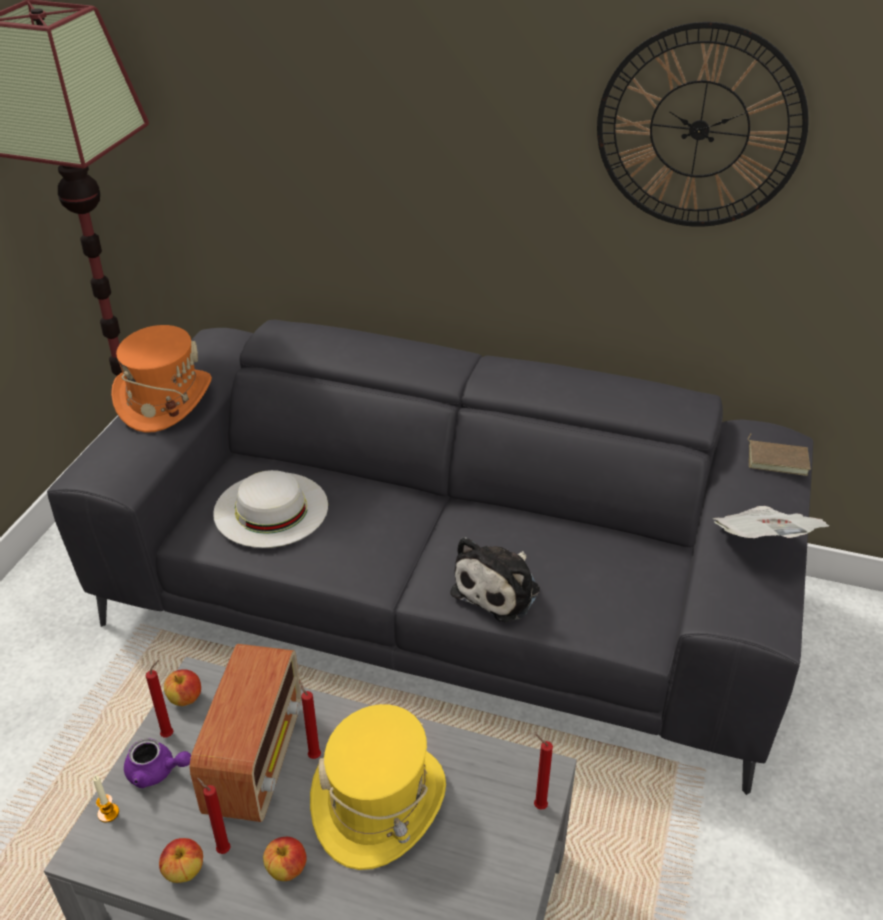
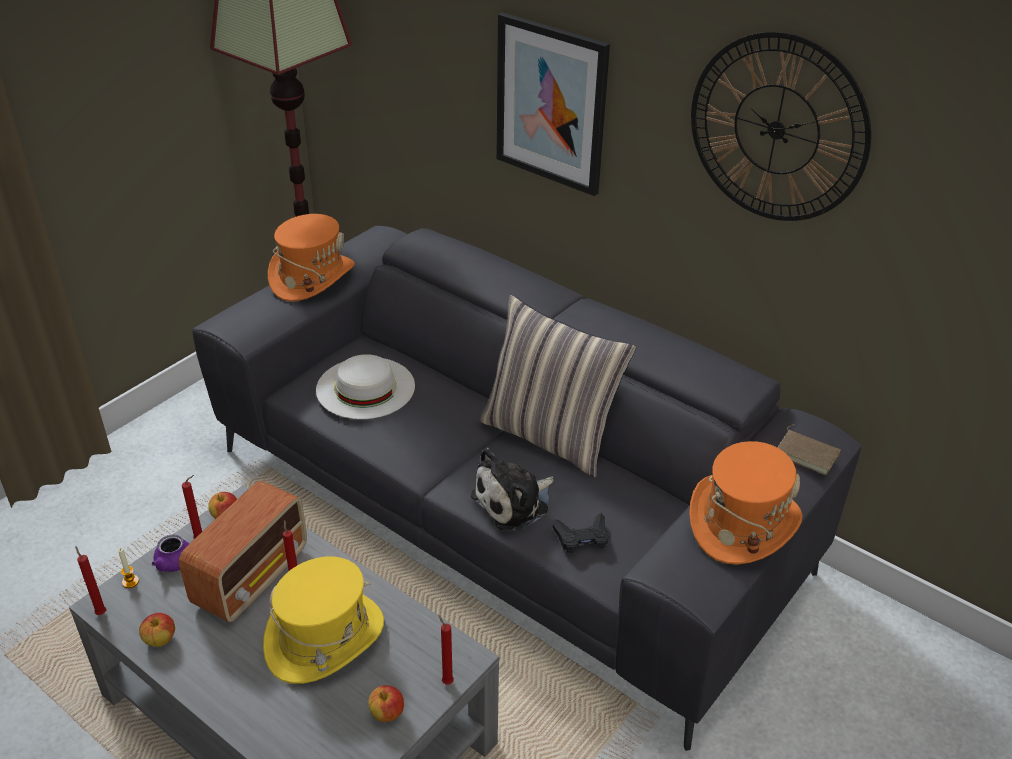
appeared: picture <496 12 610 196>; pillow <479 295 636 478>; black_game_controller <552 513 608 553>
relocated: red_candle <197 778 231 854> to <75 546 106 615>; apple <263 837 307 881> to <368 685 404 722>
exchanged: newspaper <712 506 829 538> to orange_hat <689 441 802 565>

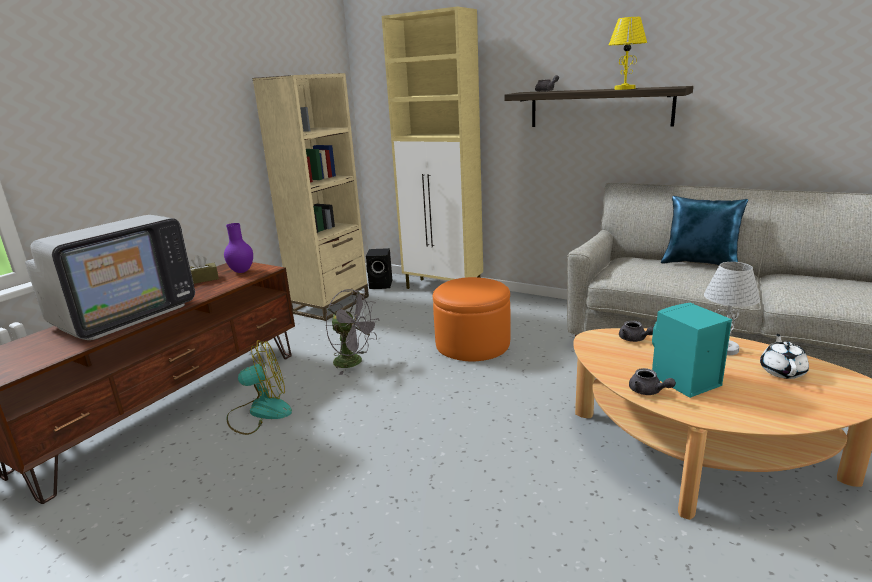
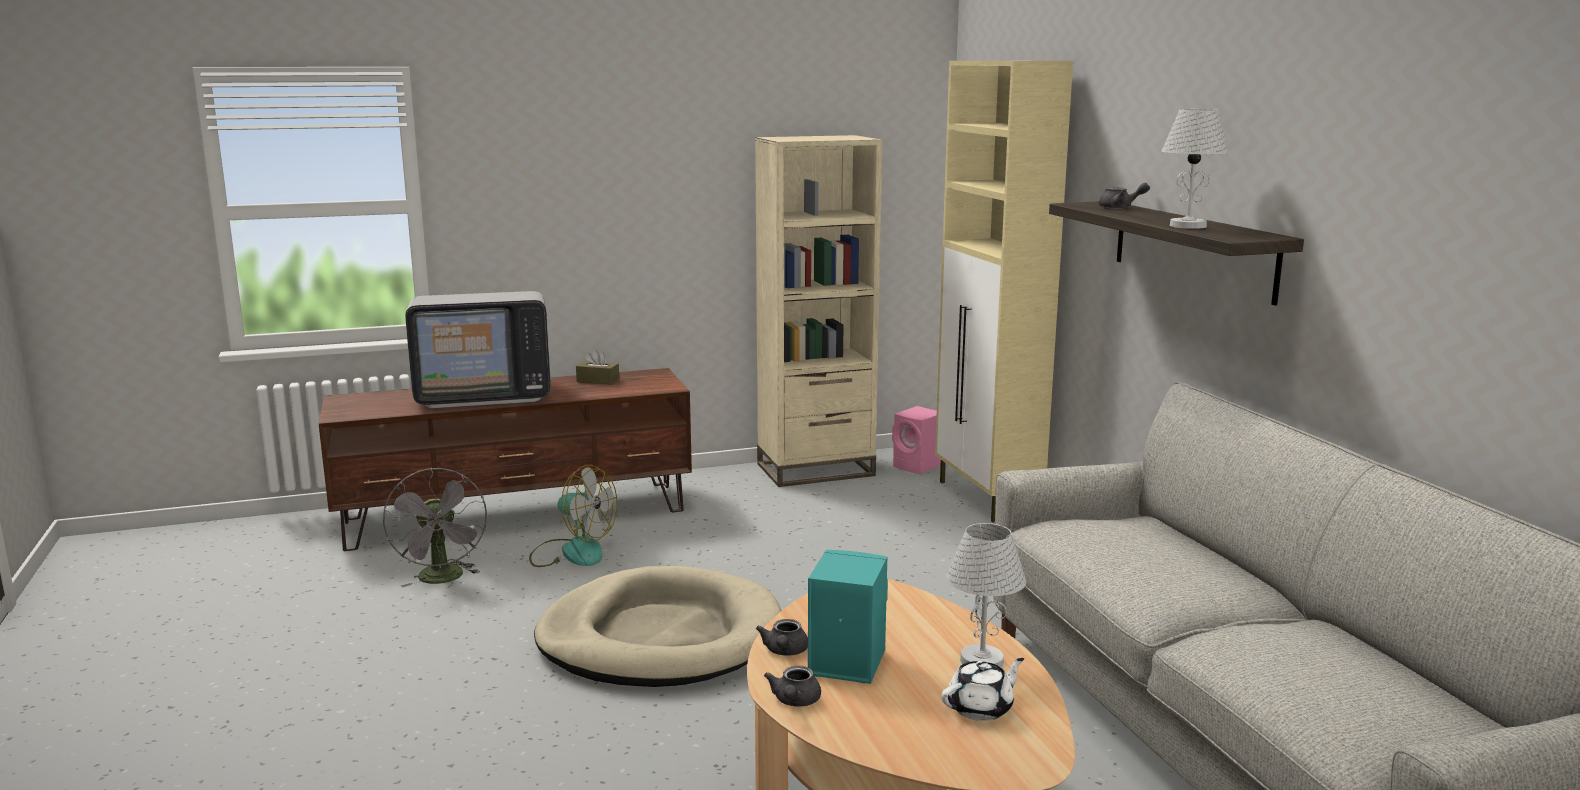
missing: blue_pillow <661 196 748 265>; purple_vase <224 223 253 273>; orange_ottoman <433 277 511 361>
appeared: beige_dog_bed <534 566 782 687>
relocated: grey_fan <326 289 380 375> to <383 468 487 587>; grey_teapot <619 320 653 342> to <764 666 821 707>
colour: yellow_table_lamp <609 17 647 90> to white_table_lamp <1162 109 1229 229>; black_speaker <366 248 392 289> to pink_speaker <892 406 941 474>

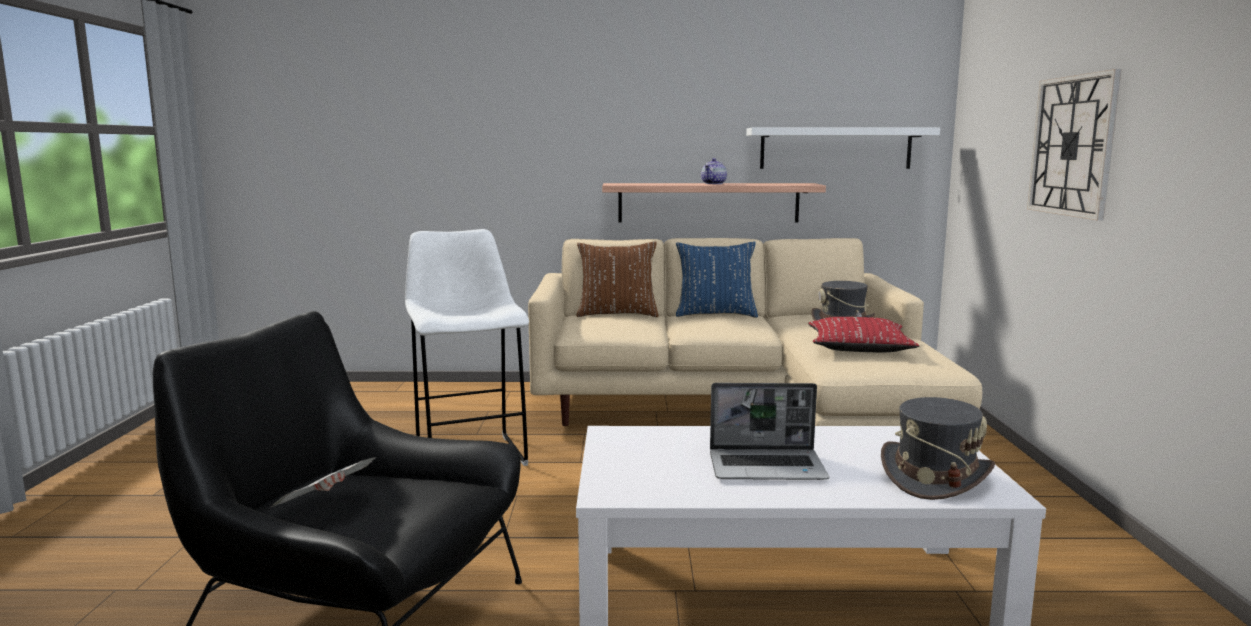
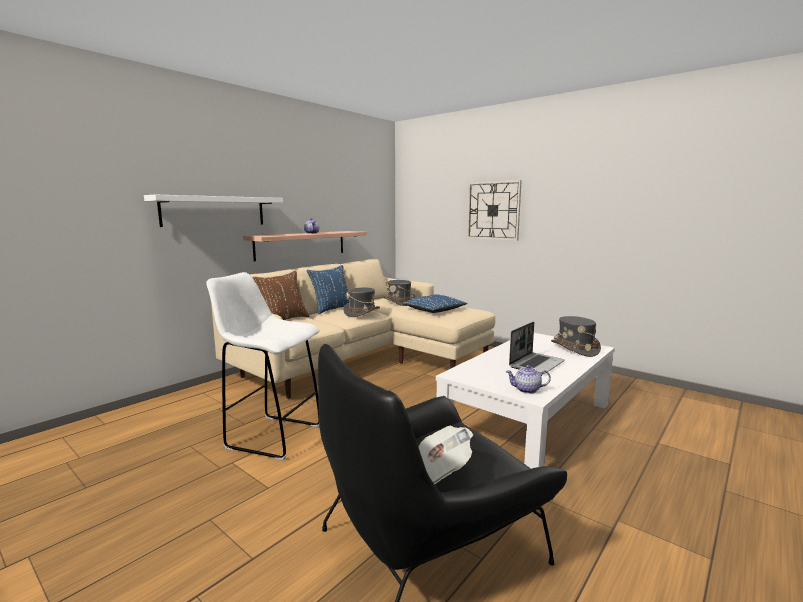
appeared: grey_hat <343 288 380 317>; teapot <506 365 551 394>
relocated: white_shelf <746 128 940 169> to <144 195 283 227>
colour: red_pillow <808 317 920 352> to blue_pillow <402 295 468 313>

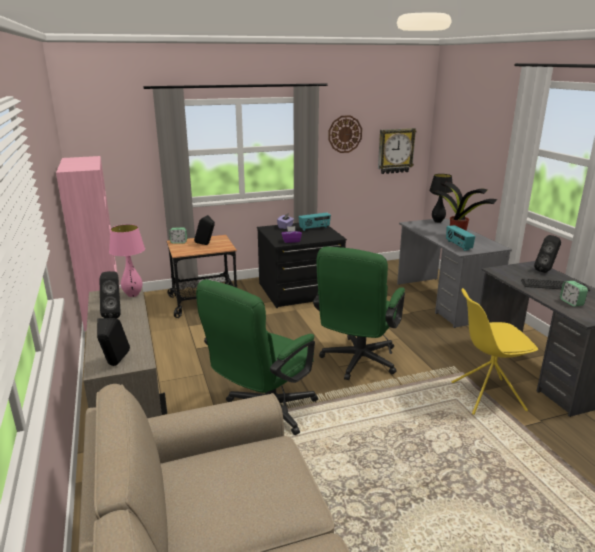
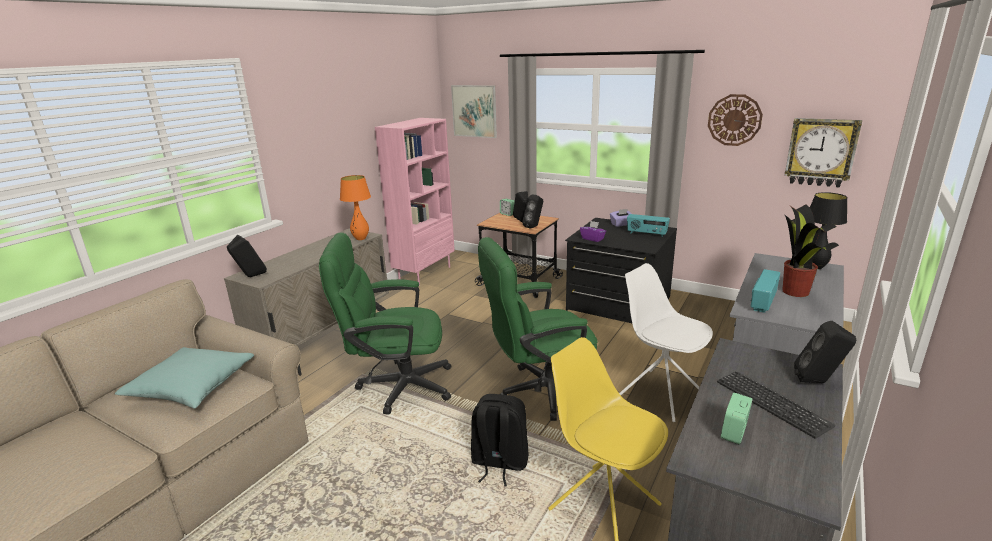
appeared: picture <451 85 497 138>; white_chair <619 263 713 422>; turquoise_pillow <115 347 254 409>; black_backpack <471 394 528 486>
relocated: black_speaker <100 271 121 319> to <522 195 543 229>
colour: pink_table_lamp <109 224 145 297> to orange_table_lamp <340 175 371 240>

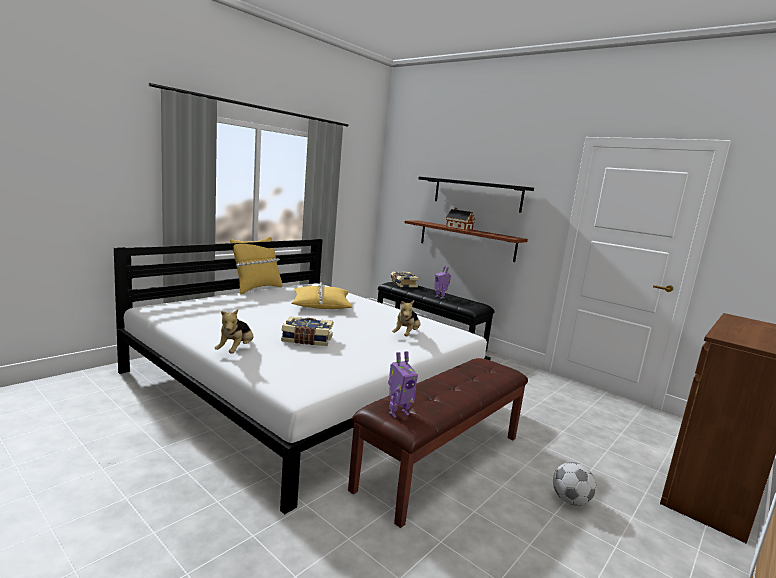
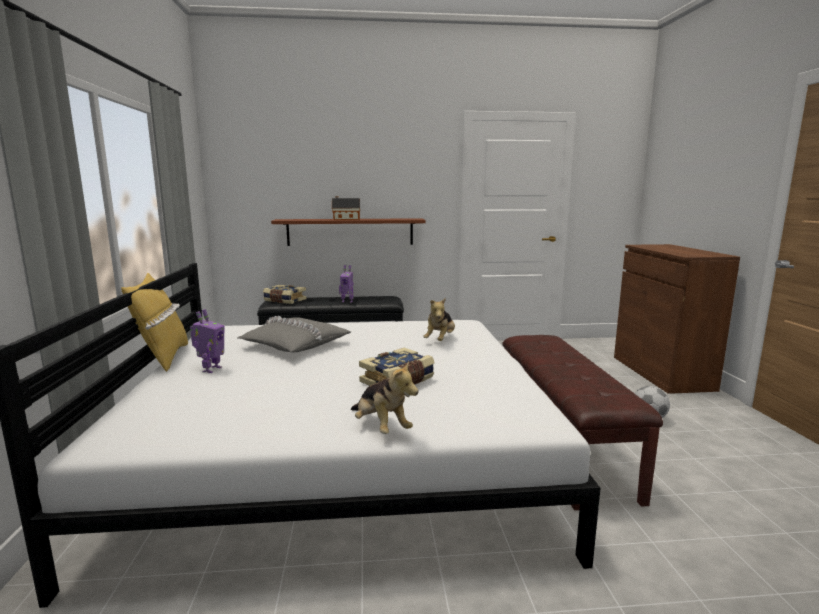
missing: black_shelf <419 177 534 213>
relocated: toy_robot <388 351 418 418> to <190 309 224 373>
colour: yellow_pillow <292 282 352 309> to grey_pillow <238 316 351 352>
spun: plush_toy <392 301 420 336> = <423 298 455 341> 45 degrees clockwise

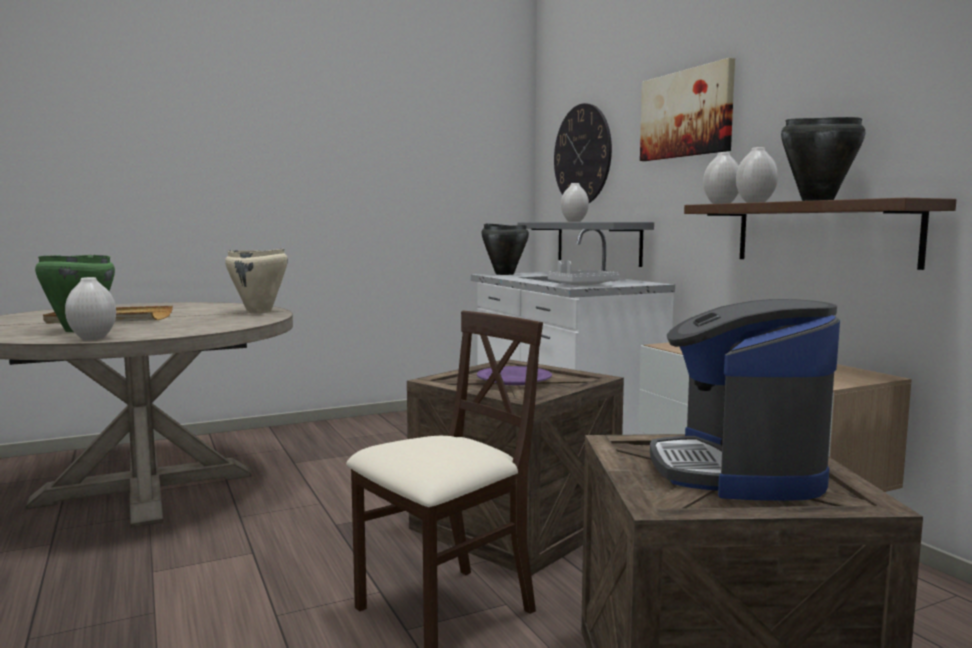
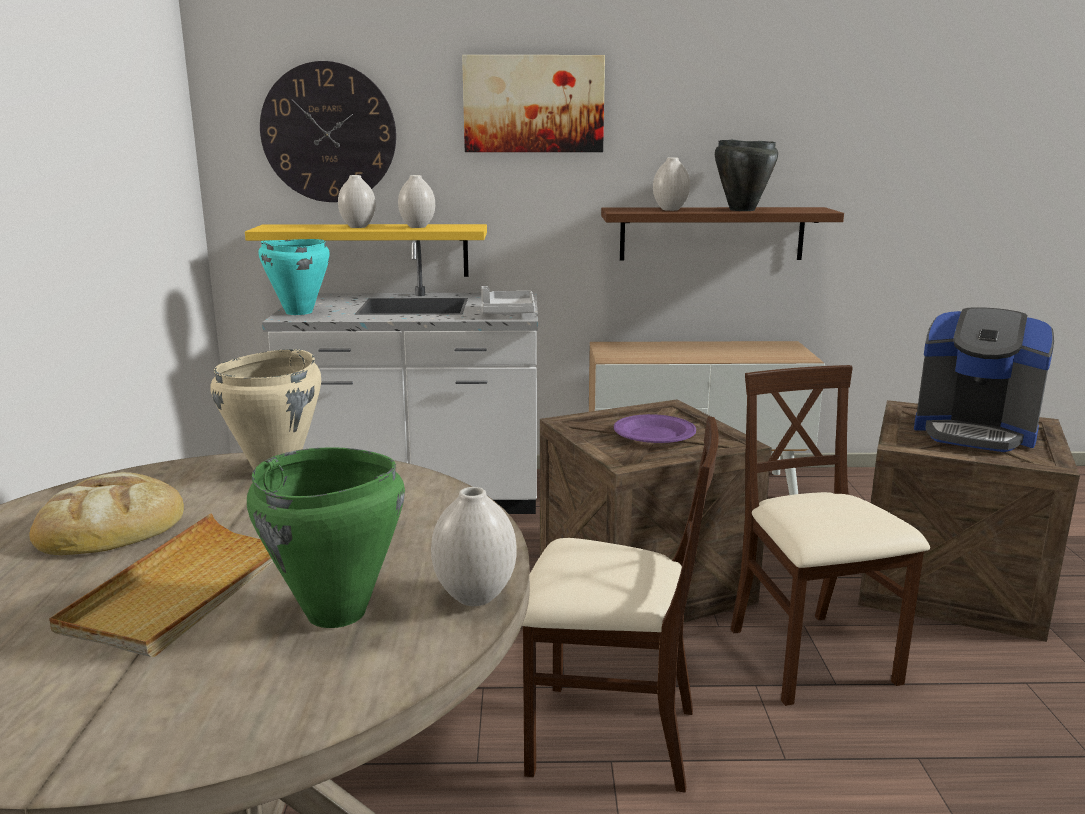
appeared: beige_chair <522 416 719 793>; bread <30 472 184 555>
relocated: white_vase <703 152 739 204> to <398 175 435 228>
colour: grey_shelf <518 222 654 267> to yellow_shelf <245 224 487 277>; black_cooking_pot <482 223 529 275> to turquoise_cooking_pot <258 239 330 315>

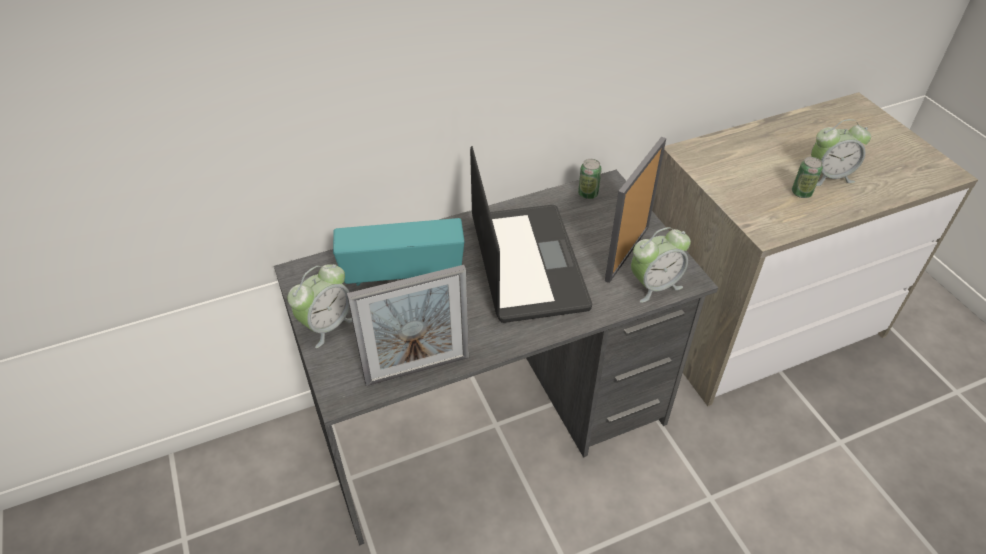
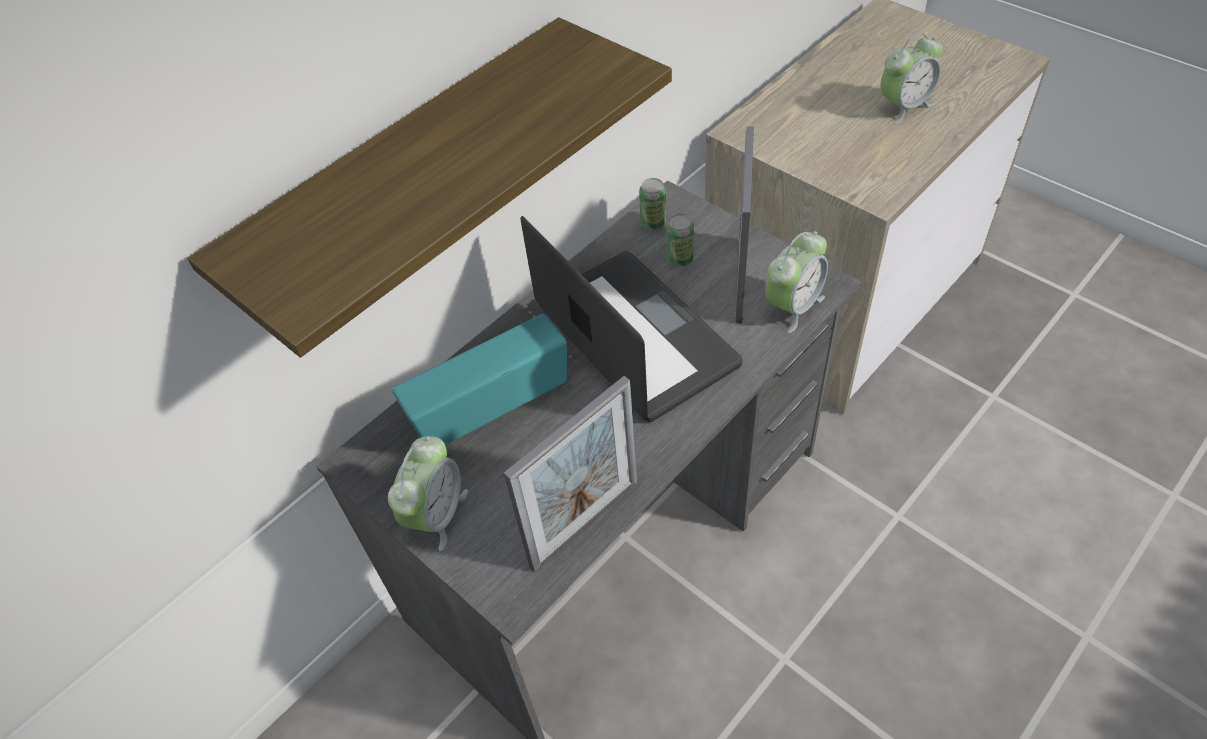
appeared: shelf <187 17 672 358>
relocated: can <792 157 823 198> to <666 214 694 267>

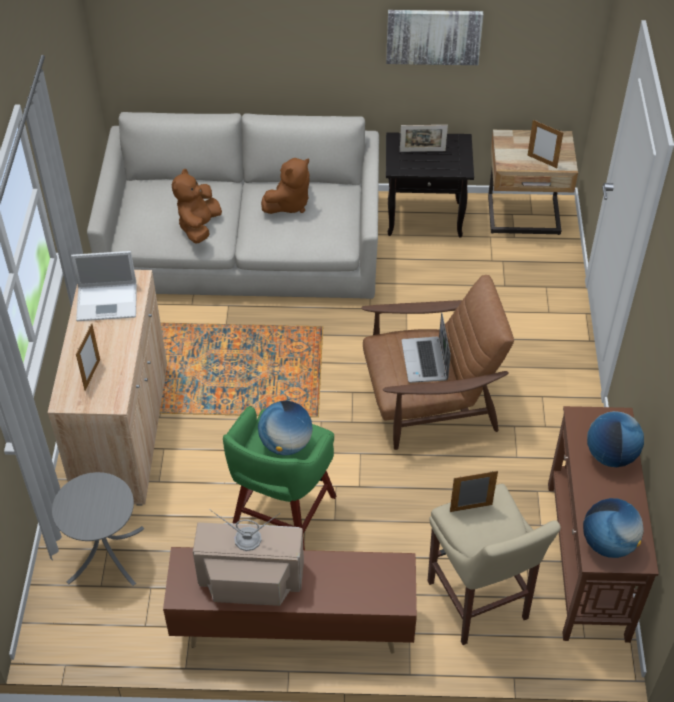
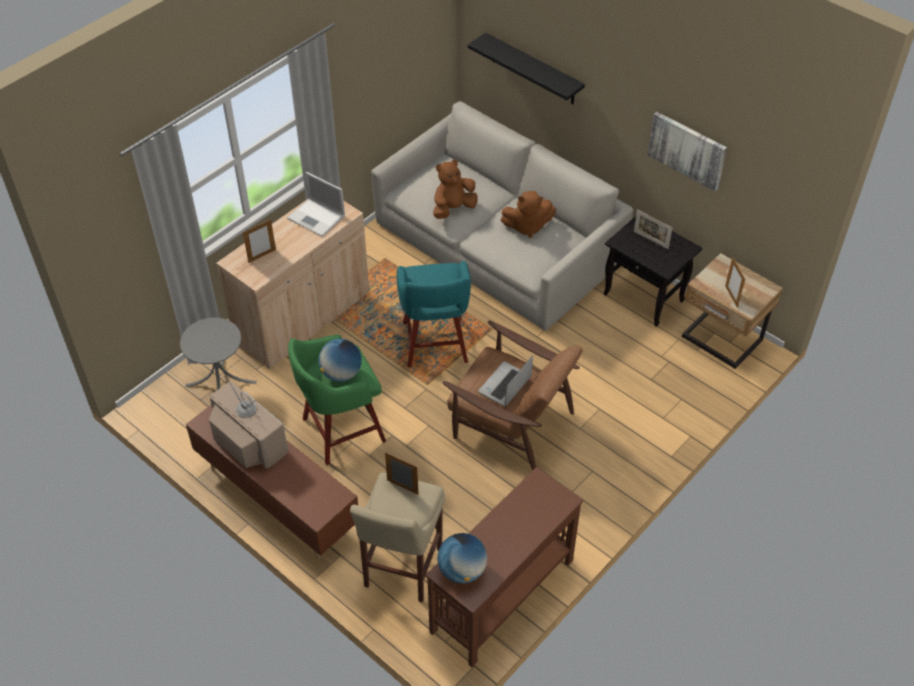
missing: globe <587 411 644 467>
appeared: black_shelf <468 33 585 104>; turquoise_stool <397 261 471 367>

